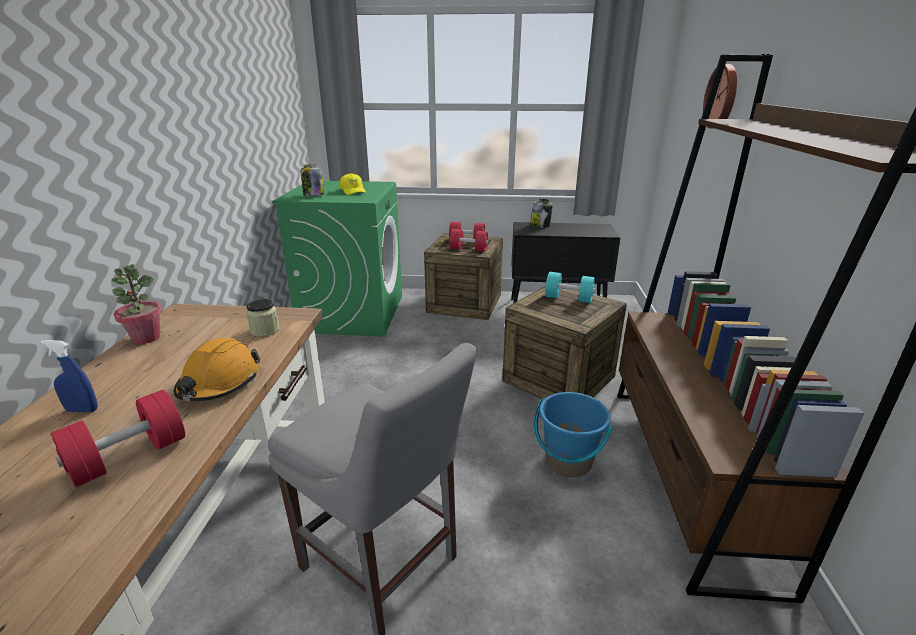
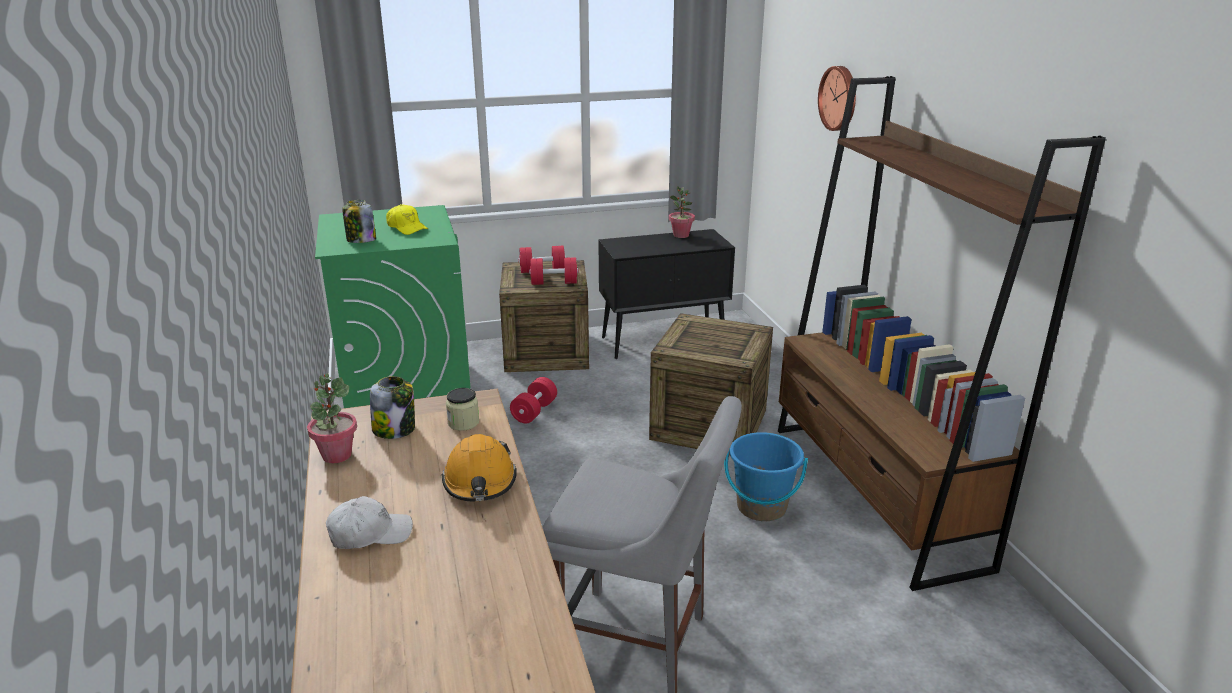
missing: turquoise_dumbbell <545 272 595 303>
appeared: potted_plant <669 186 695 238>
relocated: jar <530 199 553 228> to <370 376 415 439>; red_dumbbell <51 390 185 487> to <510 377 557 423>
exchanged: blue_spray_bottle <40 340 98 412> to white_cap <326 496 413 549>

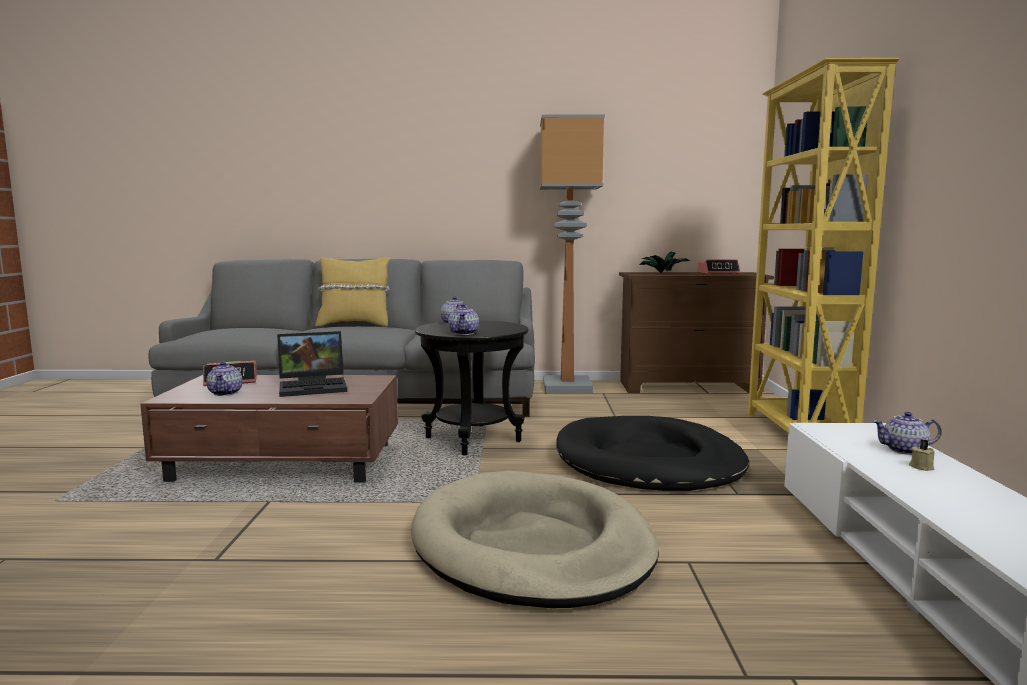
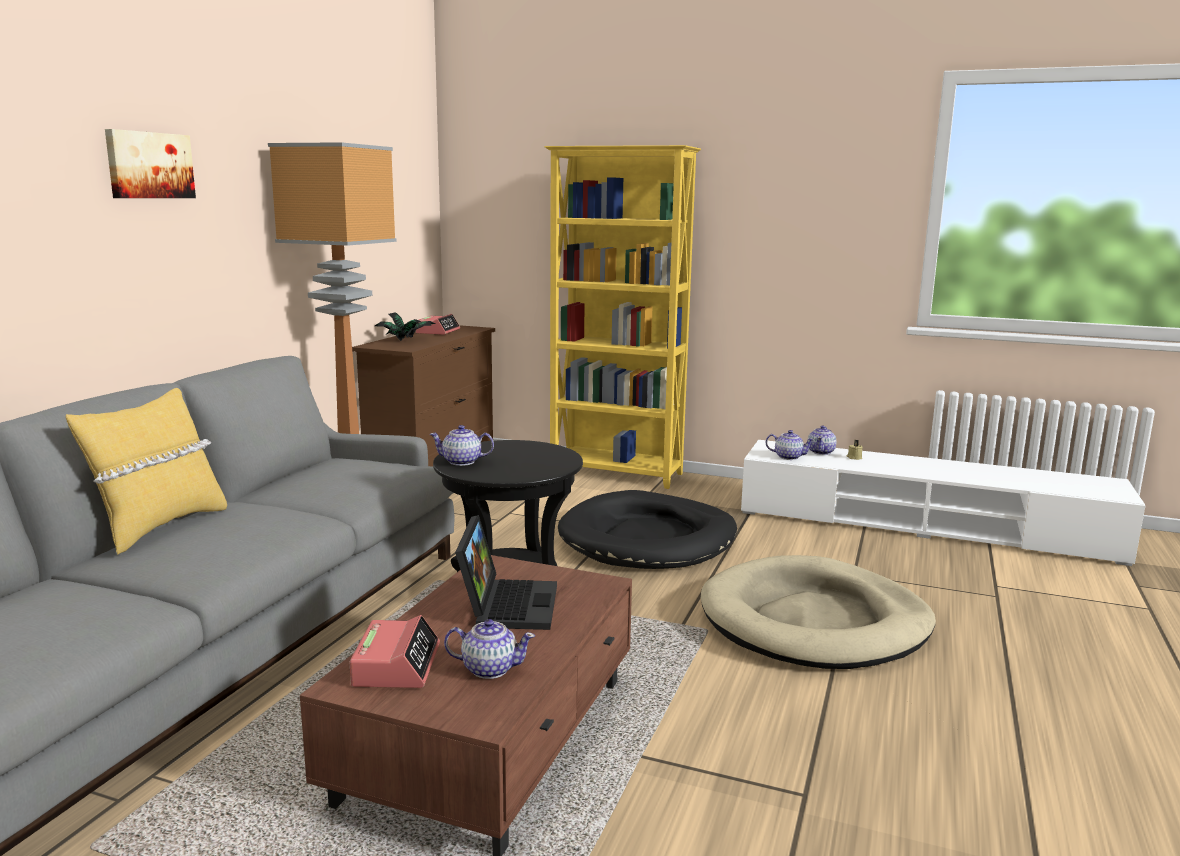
appeared: picture <105 129 196 198>
relocated: teapot <448 304 479 335> to <766 430 815 460>

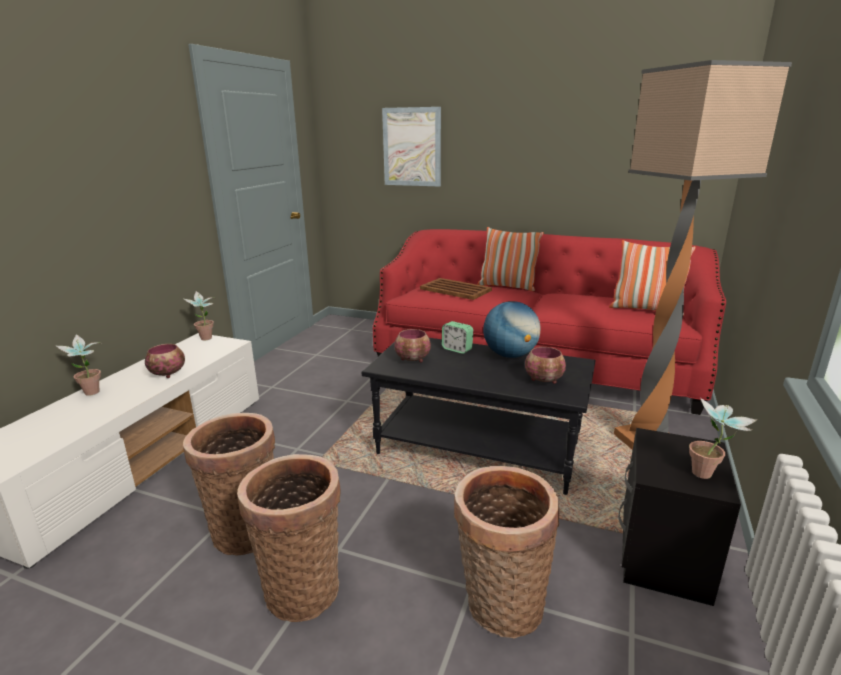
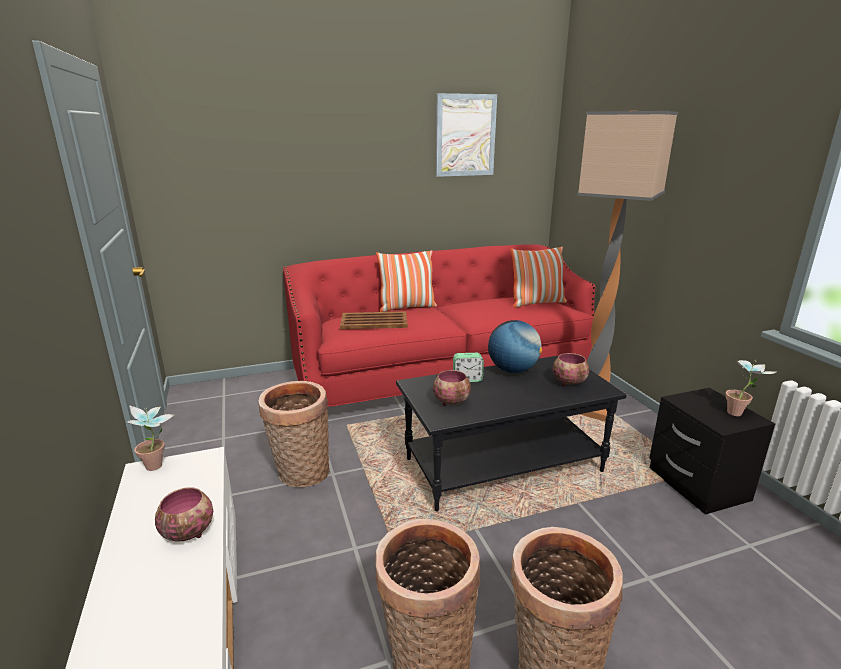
missing: potted_plant <55 334 101 396>
relocated: picture <382 107 441 187> to <436 93 497 177>; basket <454 466 559 639> to <258 381 329 487>

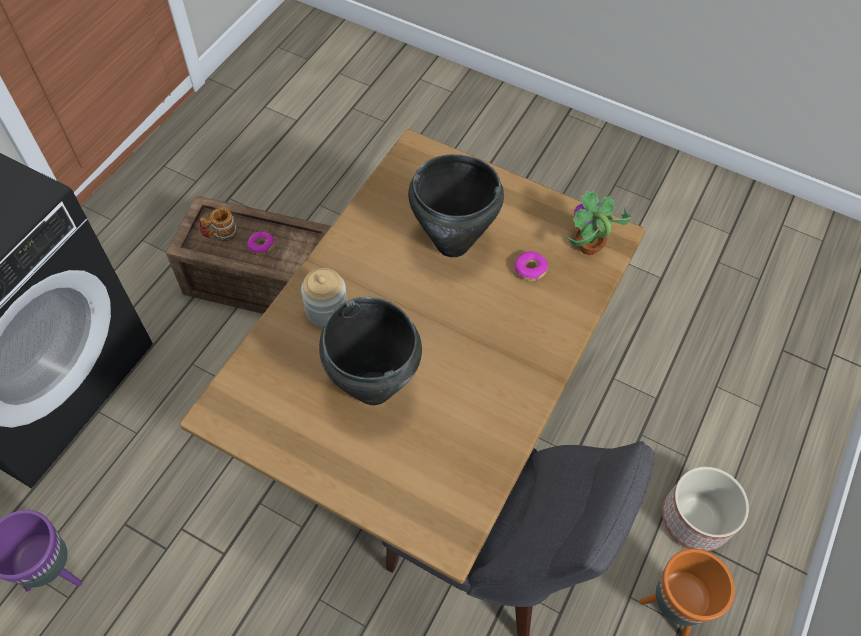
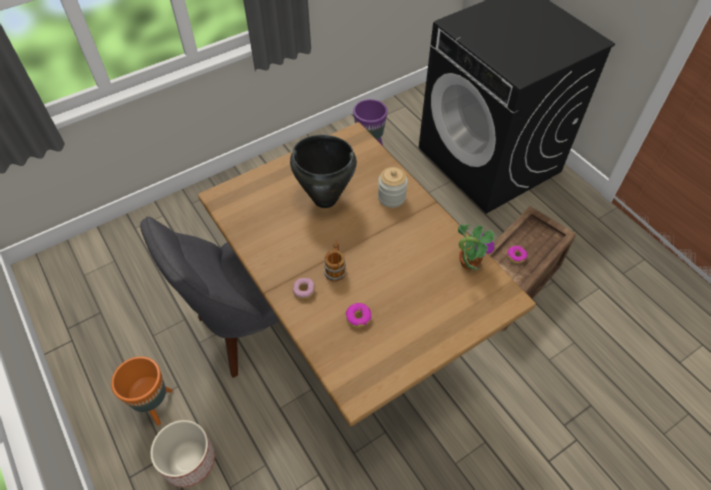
missing: black_cooking_pot <408 154 504 257>
appeared: donut <293 278 315 299>
relocated: potted_plant <565 191 631 255> to <458 224 495 270>; mug <200 207 237 242> to <324 241 346 282>

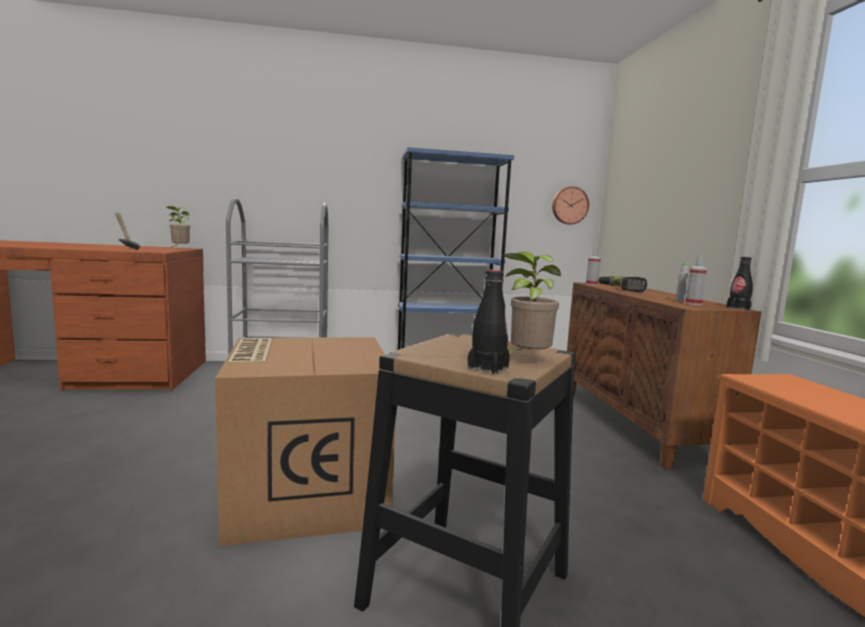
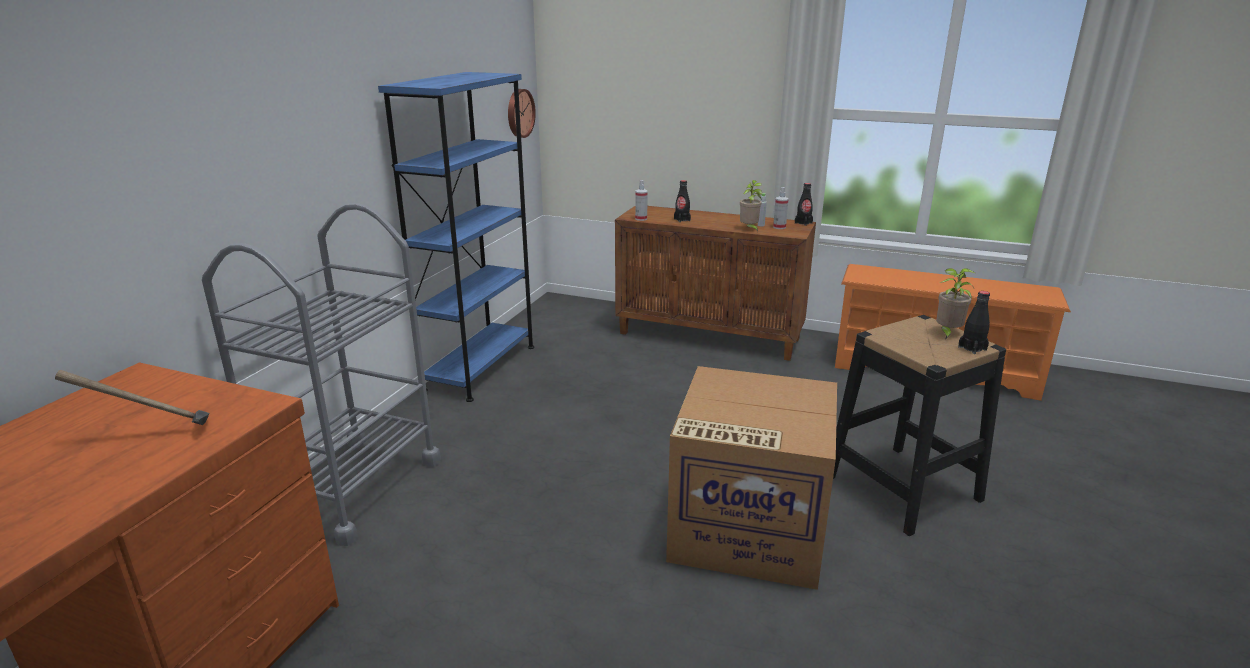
relocated: potted_plant <166 206 190 248> to <740 180 762 233>
exchanged: power_drill <598 276 647 292> to black_bottle <674 180 691 222>

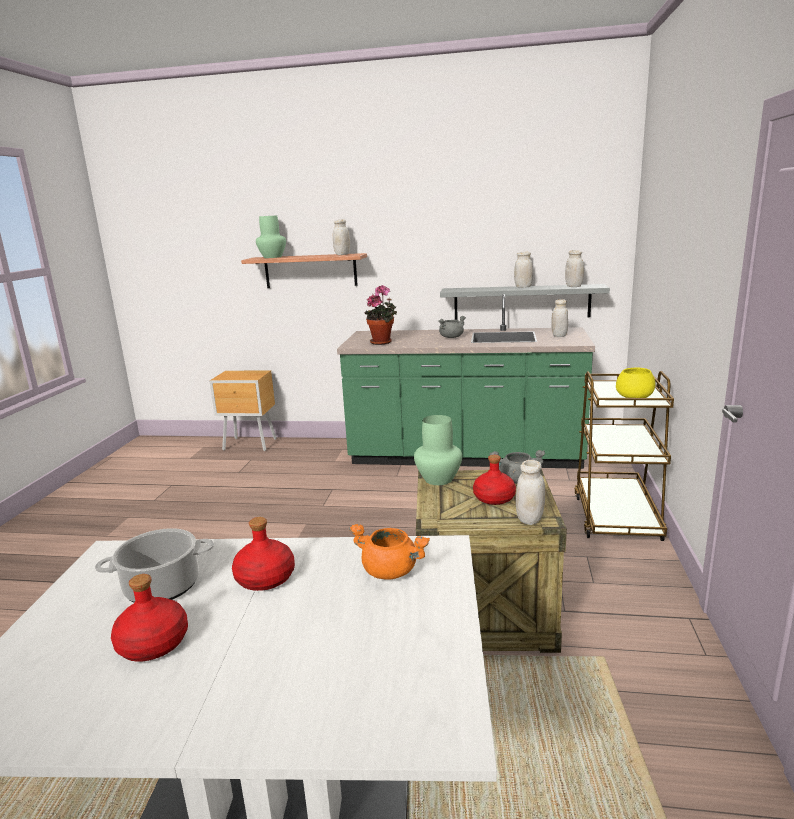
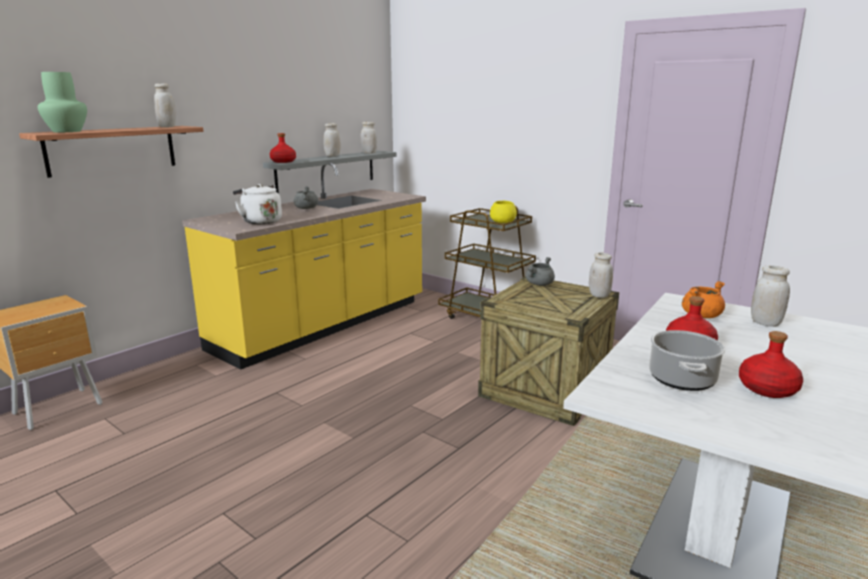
missing: green_vase <414 415 462 485>
relocated: white_jar <551 299 568 337> to <751 265 790 327>; red_bottle <473 455 516 505> to <270 133 296 163>
exchanged: potted_plant <365 285 397 345> to white_kettle <233 184 282 224>
colour: green_counter <337 294 595 469> to yellow_counter <182 163 426 370>

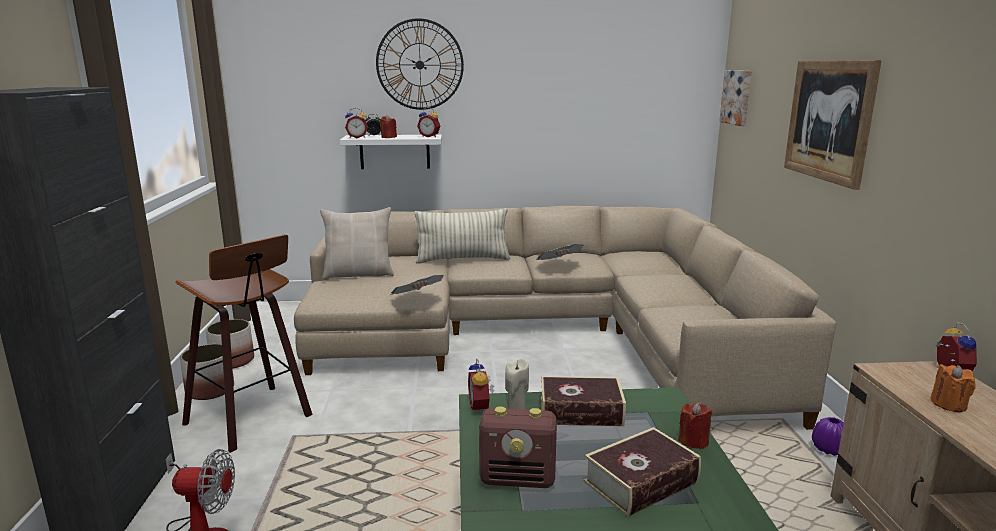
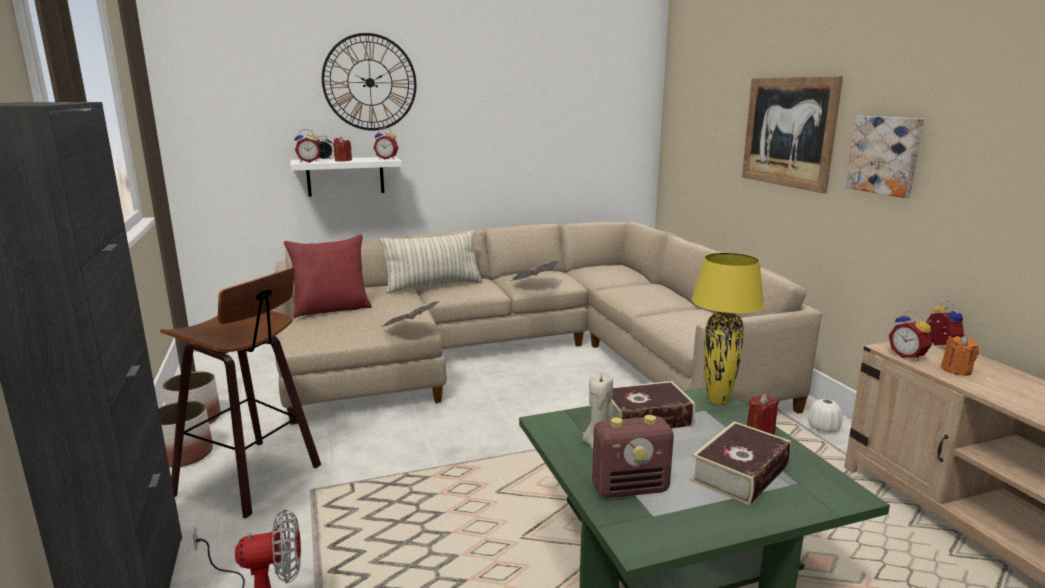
appeared: yellow_table_lamp <692 253 764 405>
relocated: picture <719 70 752 126> to <845 116 924 198>; alarm_clock <468 359 495 414> to <889 311 932 361>
colour: beige_pillow <320 207 394 279> to red_pillow <284 235 372 318>; purple_vase <812 417 844 456> to white_vase <808 399 842 433>

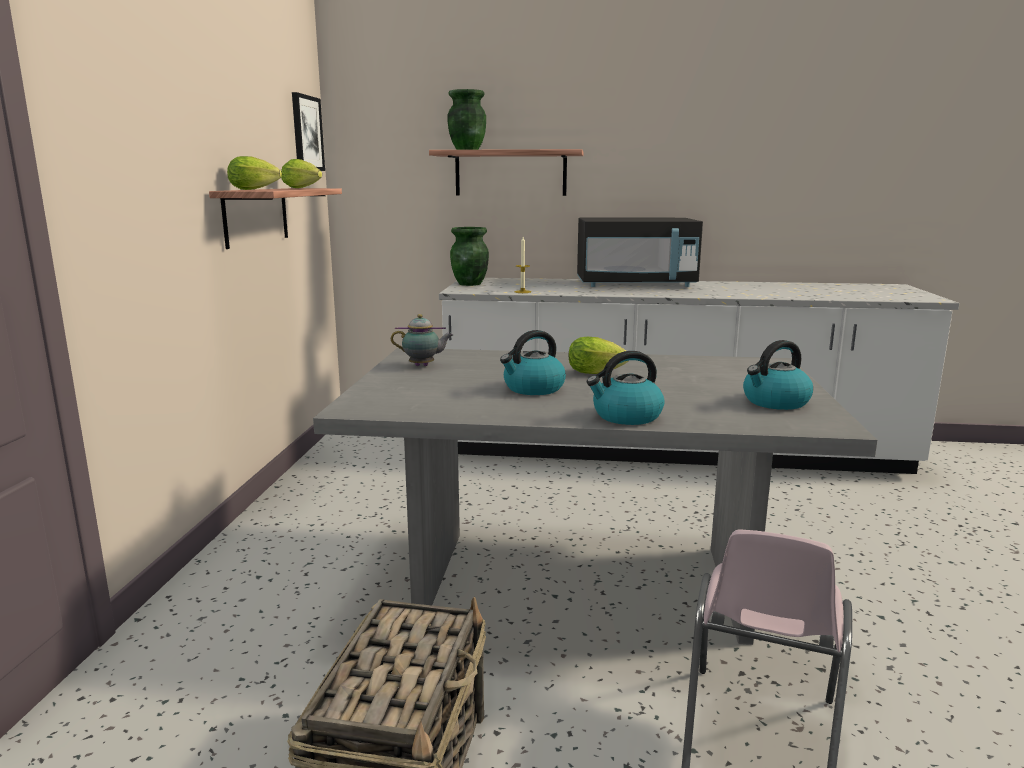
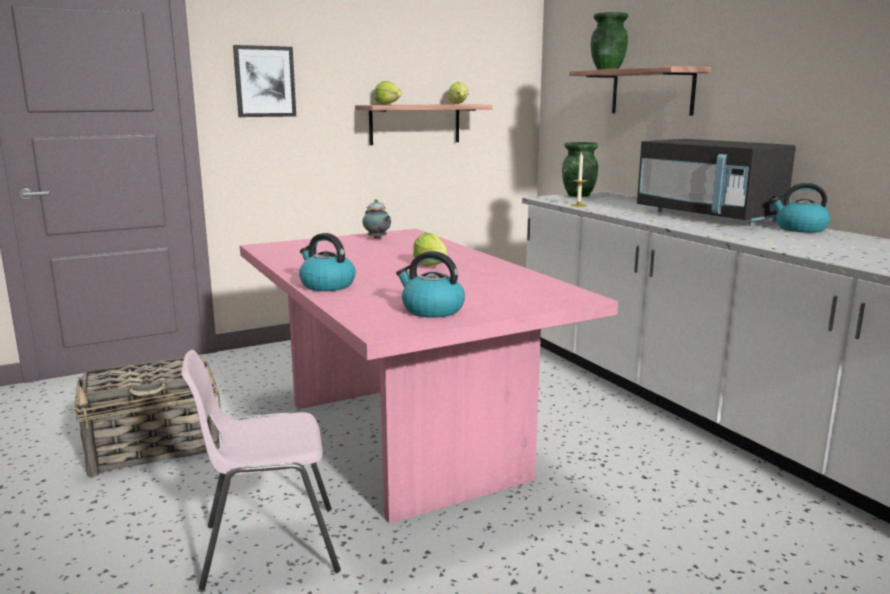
relocated: picture <292 92 325 171> to <233 45 296 117>; kettle <500 330 566 395> to <771 183 830 233>
colour: grey_dining_table <313 348 878 645> to pink_dining_table <240 229 618 524>

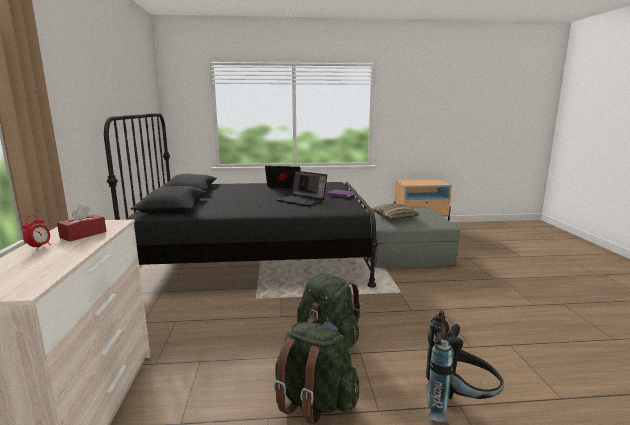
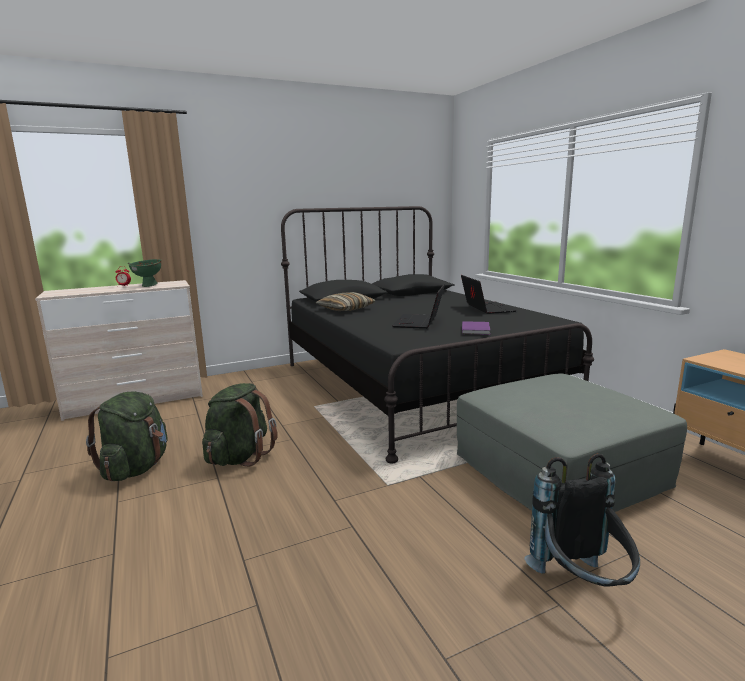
relocated: pillow <372 203 419 220> to <316 292 376 311>; black_backpack <426 310 504 422> to <524 453 640 587>
exchanged: red_tissue_box <57 205 106 242> to green_bowl <128 259 162 287>

